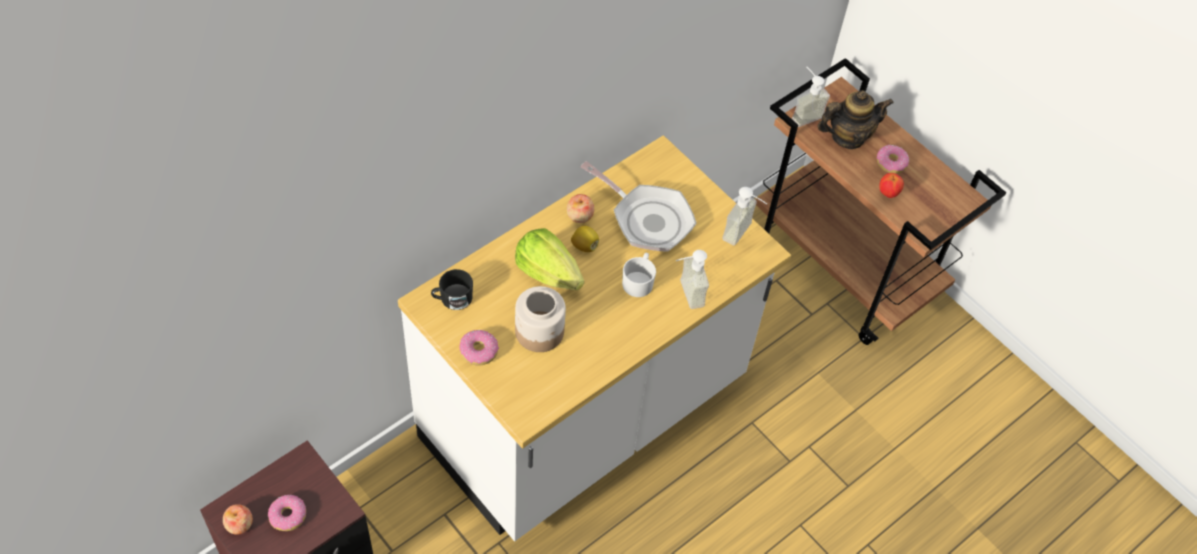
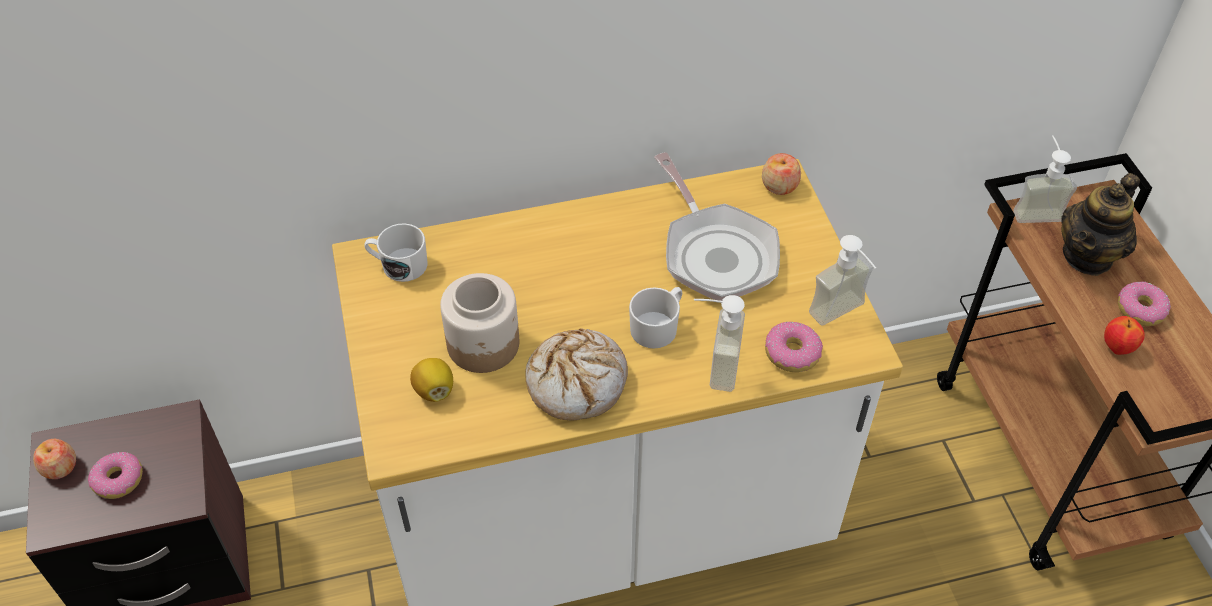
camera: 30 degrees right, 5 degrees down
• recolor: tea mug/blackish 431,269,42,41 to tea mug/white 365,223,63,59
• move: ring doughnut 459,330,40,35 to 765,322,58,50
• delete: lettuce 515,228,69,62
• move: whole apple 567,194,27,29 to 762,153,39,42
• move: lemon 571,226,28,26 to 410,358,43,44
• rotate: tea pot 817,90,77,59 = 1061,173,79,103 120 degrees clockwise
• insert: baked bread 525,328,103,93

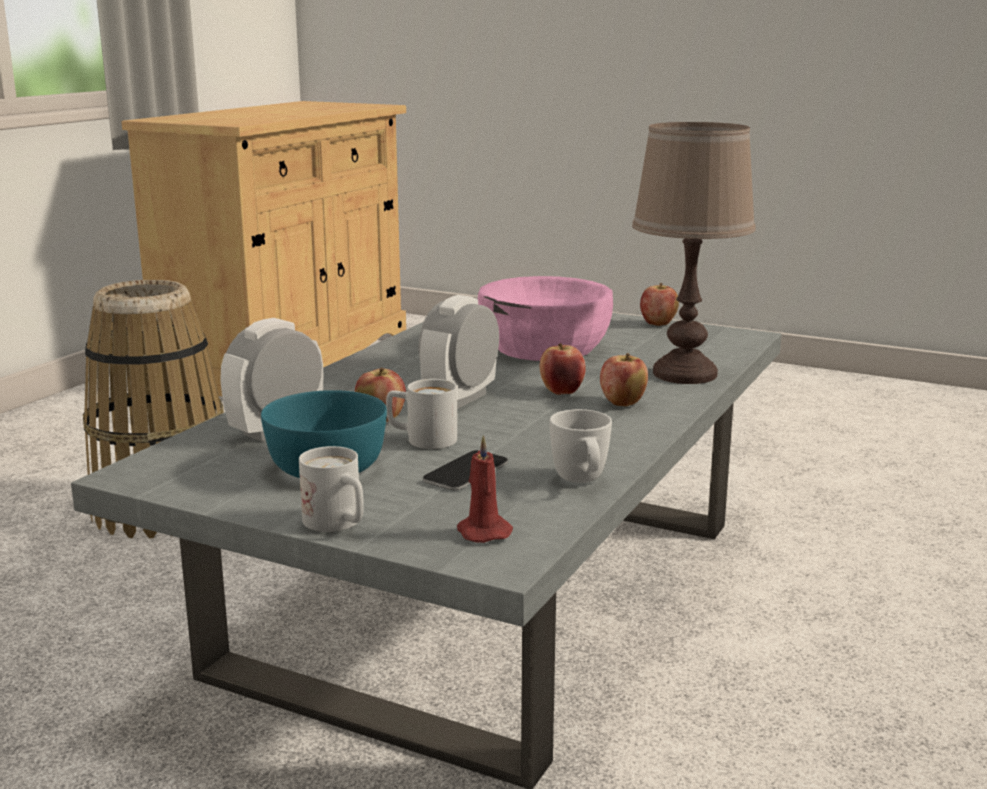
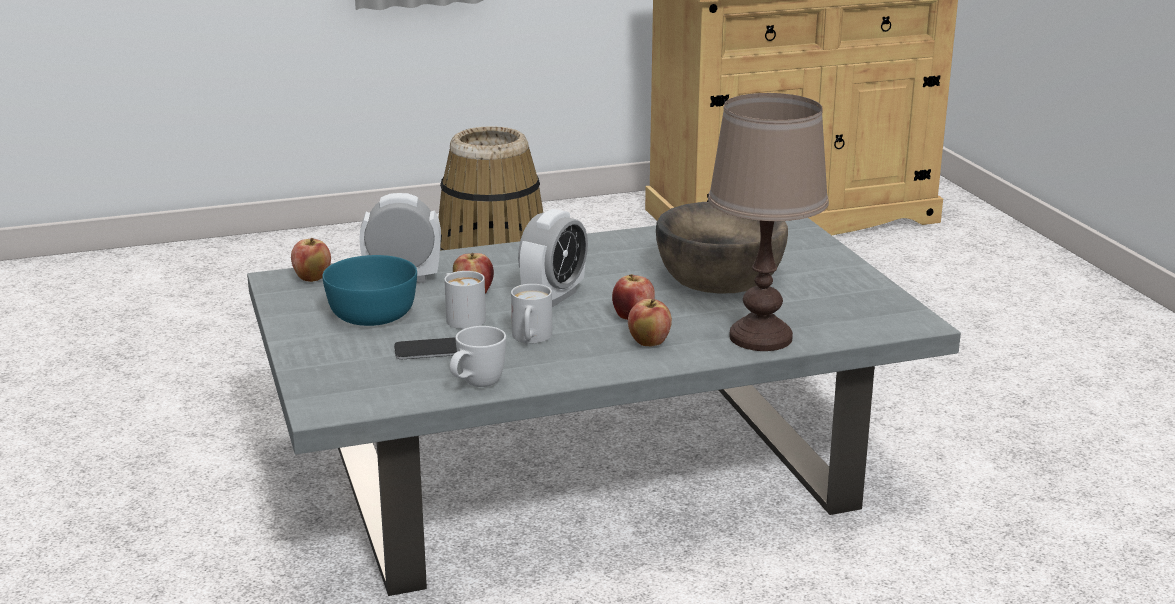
camera: 45 degrees right, 5 degrees up
• move: tea mug/white 299,446,65,86 to 511,284,41,59
• rotate: table clock 418,295,81,114 = 518,209,70,98 135 degrees clockwise
• delete: wax light/red-coloured 457,435,56,108
• recolor: bowl/pink 478,276,135,85 to bowl/brown 656,201,132,93
• move: whole apple 640,283,39,43 to 291,238,40,44

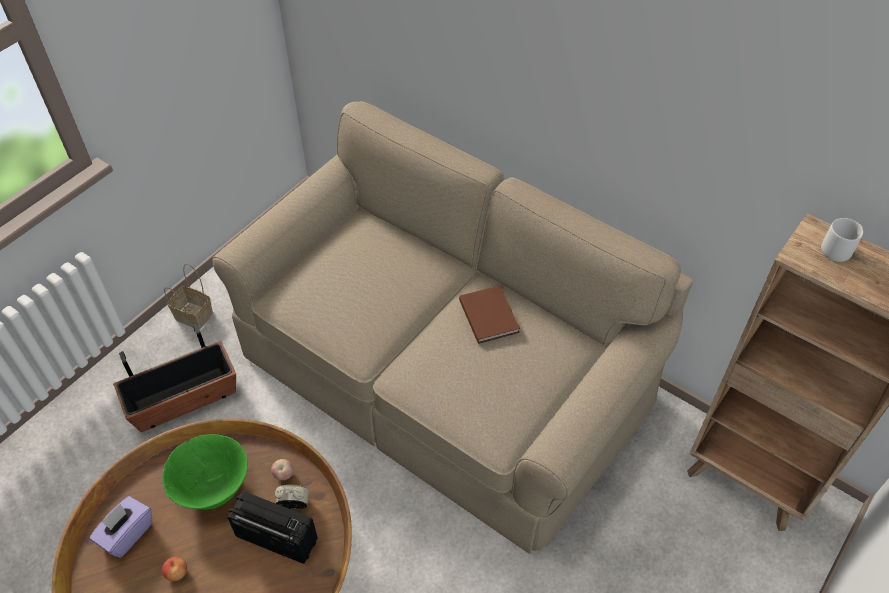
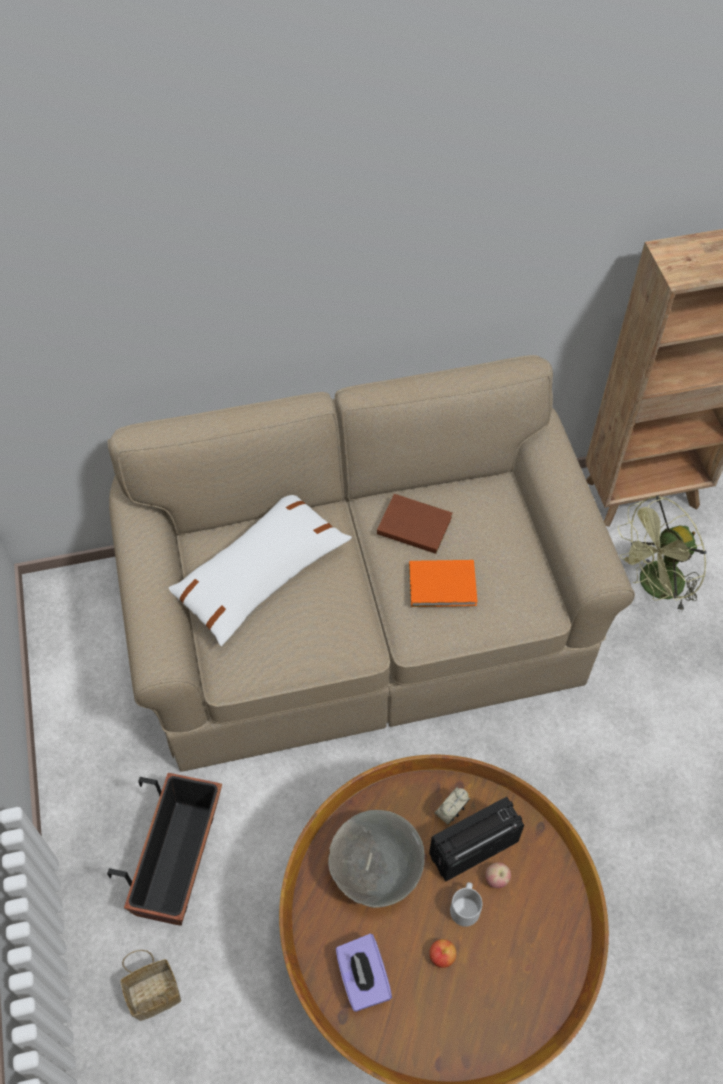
camera: 50 degrees left, 5 degrees up
• recolor: bowl/greenish 162,434,86,76 to bowl/grey 328,810,97,98
• move: storage basket 164,264,49,65 to 120,950,61,71
• move: whole apple 271,459,22,21 to 485,862,26,26
• move: tea mug/grey 821,218,42,44 to 450,882,32,45
• insert: pillow/white 169,495,183,151
• insert: bound book/orangey 409,560,69,47
• insert: electric fan/greenish 618,495,89,117

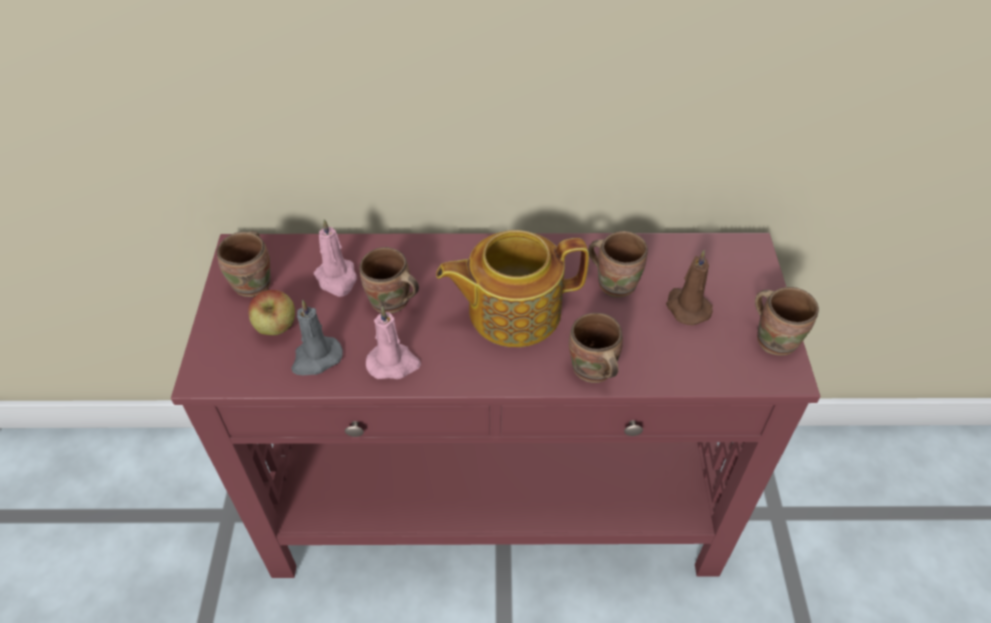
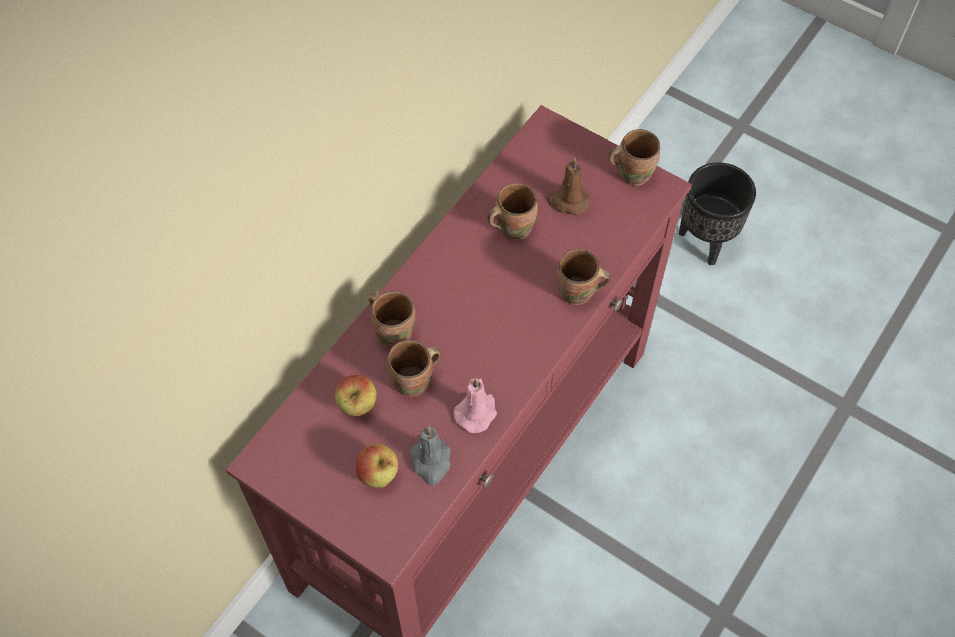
camera: 55 degrees left, 10 degrees up
• move: tea mug/brown 217,231,54,66 to 368,291,47,57
• replace: wax light/pink 314,219,43,78 to whole apple 335,375,42,41
• delete: tea pot 436,230,153,117
• insert: flower pot/blackish 679,162,77,103

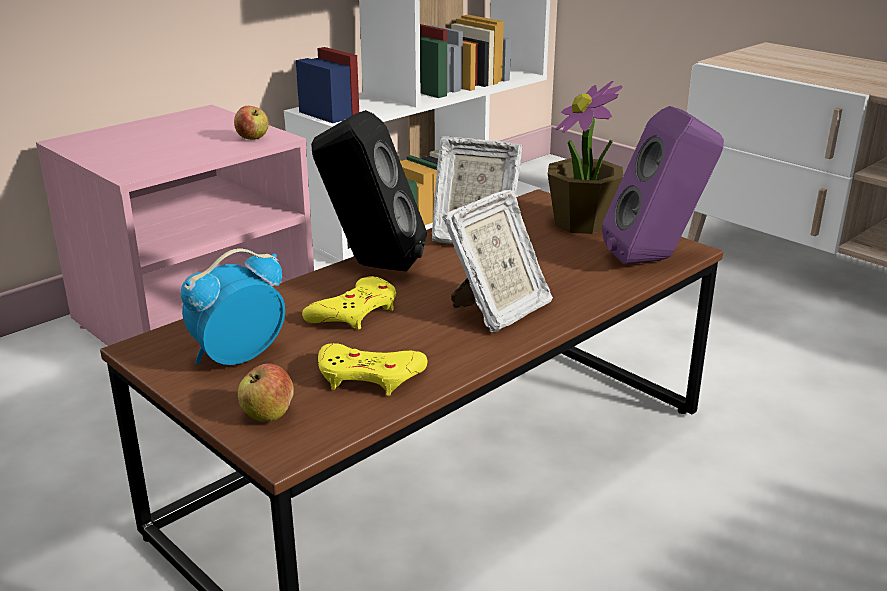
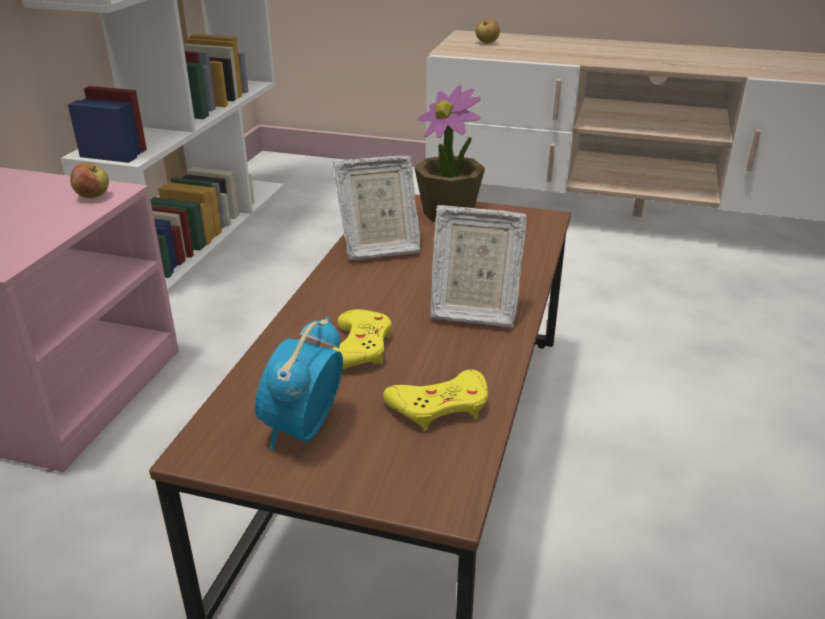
camera: 30 degrees left, 5 degrees up
• move: whole apple 238,364,56,58 to 476,18,24,26
• delete: audio speaker/blackish 311,110,115,162
• rotate: standing frame 442,190,111,143 = 430,205,97,122 90 degrees clockwise
• delete: audio speaker/purple-coloured 602,106,122,159

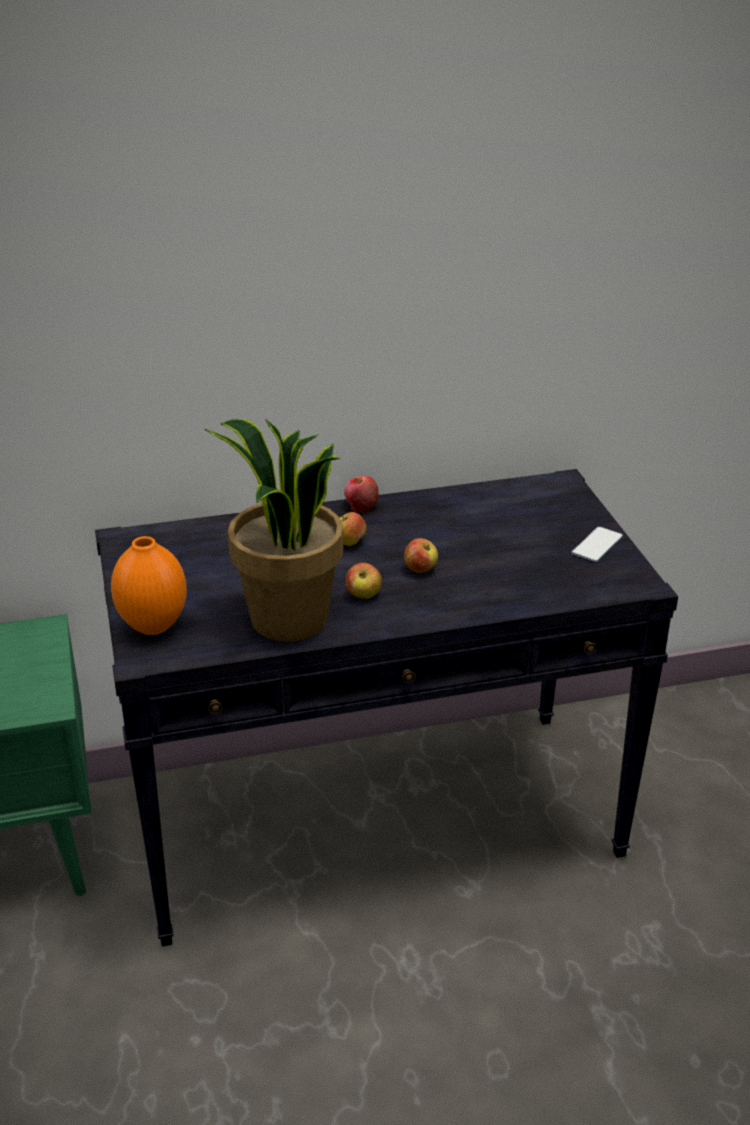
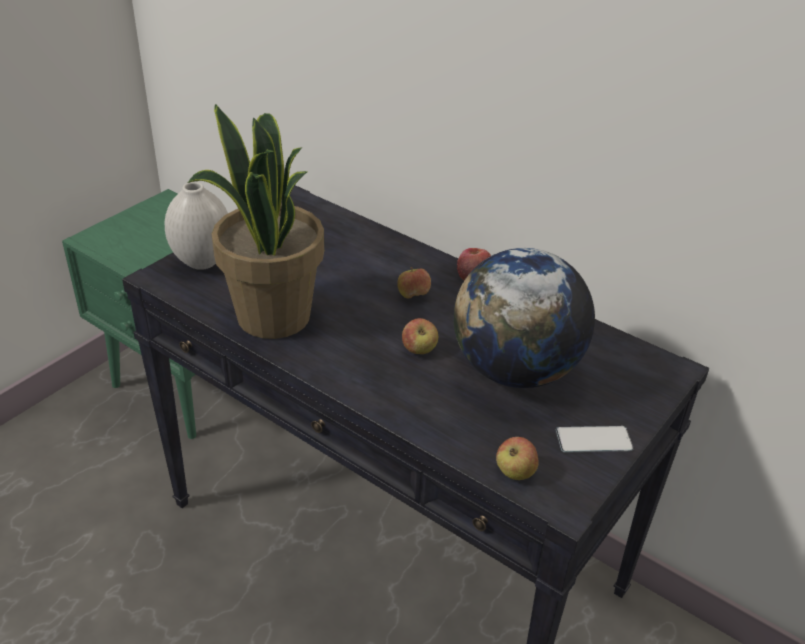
camera: 50 degrees right, 5 degrees up
• recolor: vase/orangey 111,536,76,99 to vase/white 165,182,63,88
• move: whole apple 345,563,37,36 to 496,437,43,43
• insert: world globe 453,248,142,140

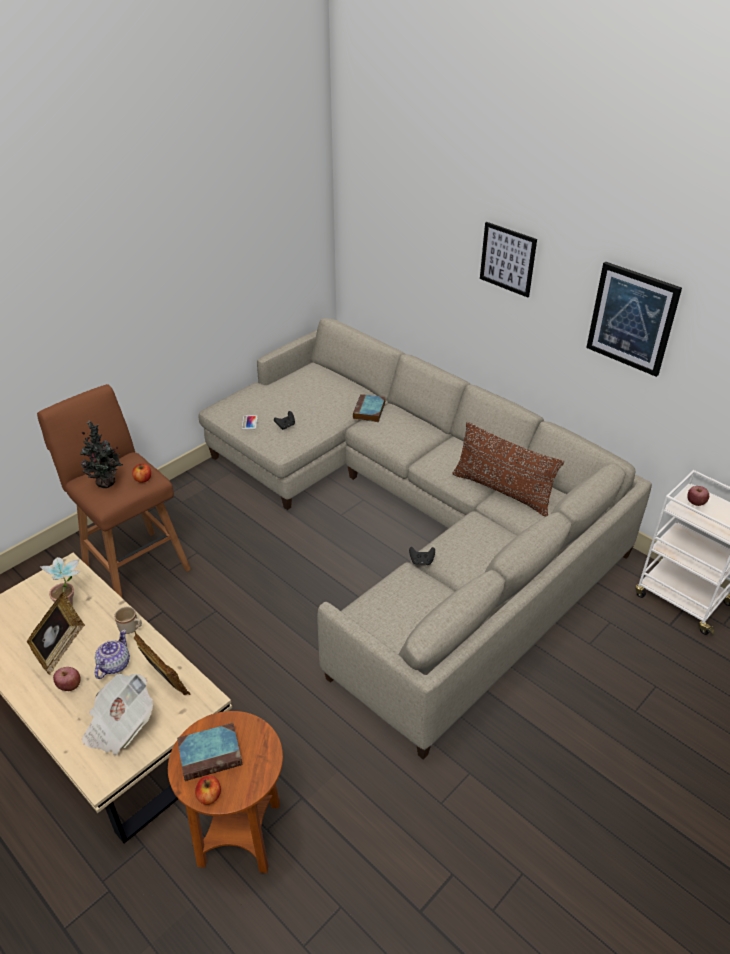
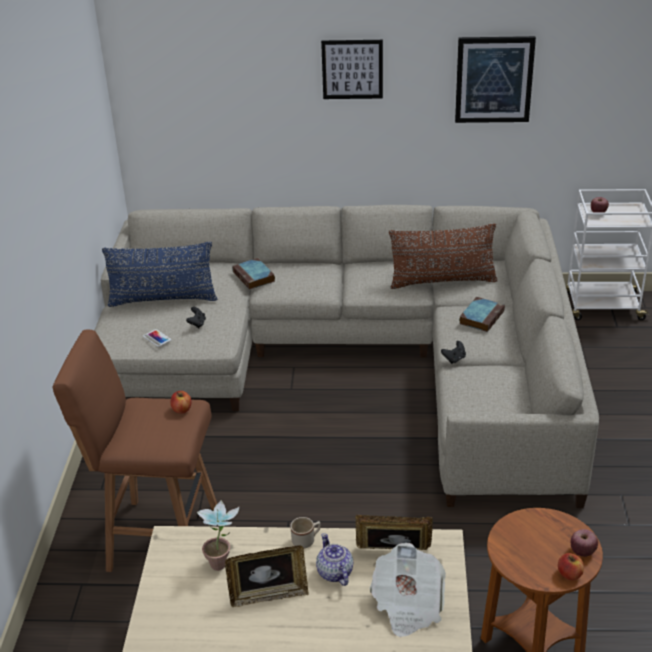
camera: 40 degrees left, 5 degrees down
• rotate: standing frame 27,592,58,83 = 225,545,83,62 105 degrees clockwise
• move: whole apple 53,667,28,24 to 571,529,27,28
• delete: houseplant 80,420,43,68
• move: bound book 177,723,66,58 to 459,297,46,35
• insert: pillow/blue-coloured 102,242,115,65

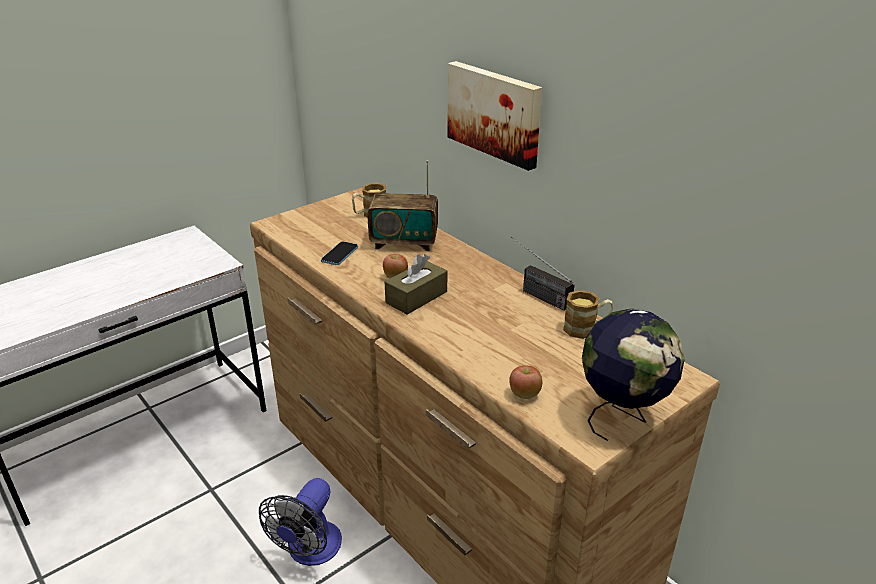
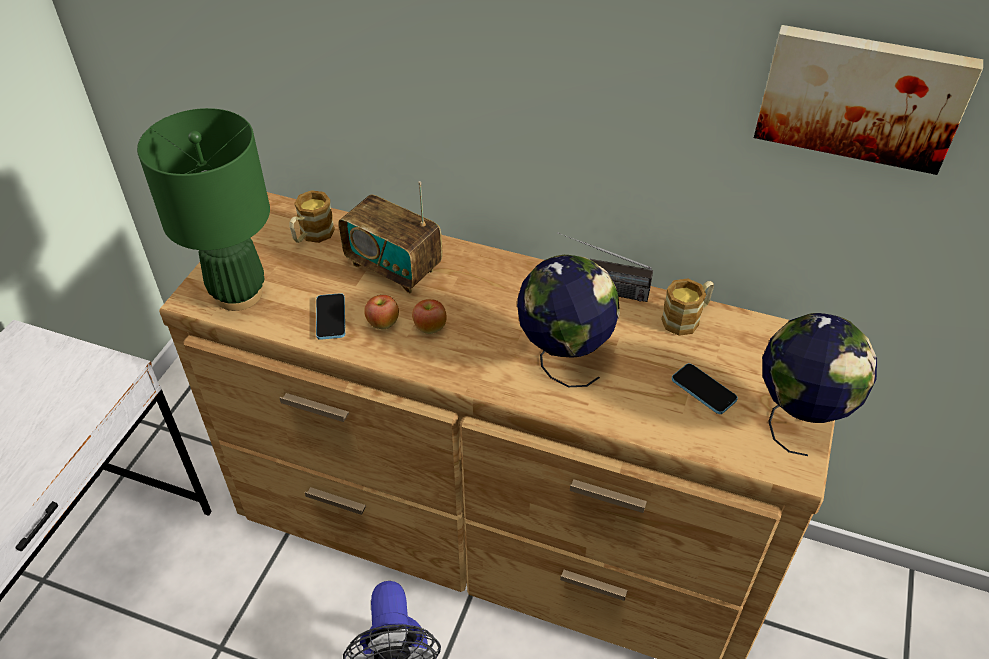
camera: 30 degrees left, 15 degrees up
• rotate: radio 367,160,71,91 = 339,181,104,112 60 degrees clockwise
• delete: box of tissues/brown 385,254,62,61
• move: wall picture 447,61,95,110 to 754,25,229,150
• move: whole apple 509,365,33,34 to 364,295,35,34
• insert: lamp for a table/greenish 137,108,133,203
• insert: world globe 517,255,103,132
• insert: telephone 672,363,66,51

